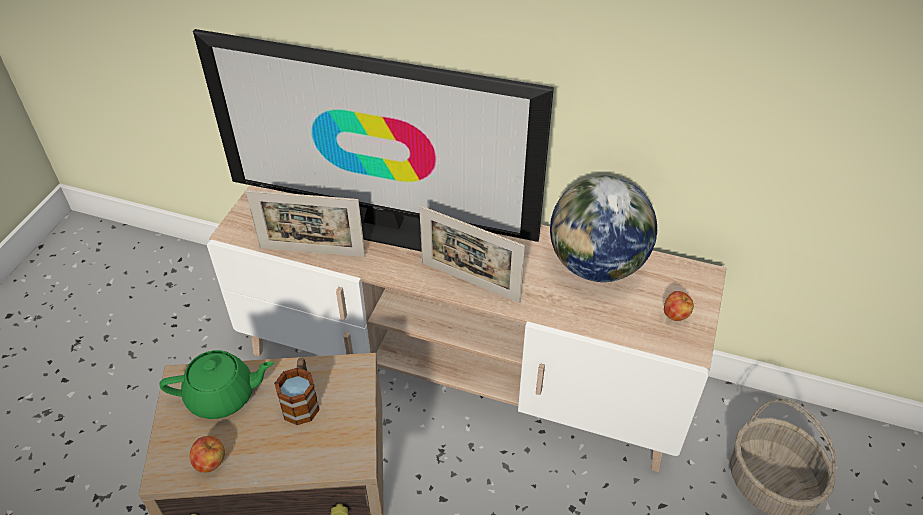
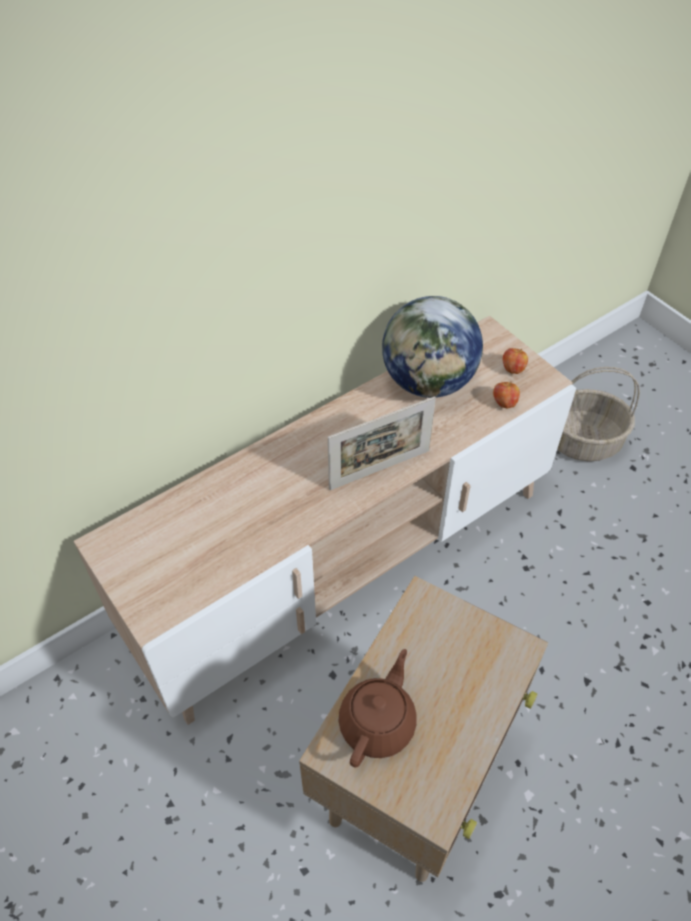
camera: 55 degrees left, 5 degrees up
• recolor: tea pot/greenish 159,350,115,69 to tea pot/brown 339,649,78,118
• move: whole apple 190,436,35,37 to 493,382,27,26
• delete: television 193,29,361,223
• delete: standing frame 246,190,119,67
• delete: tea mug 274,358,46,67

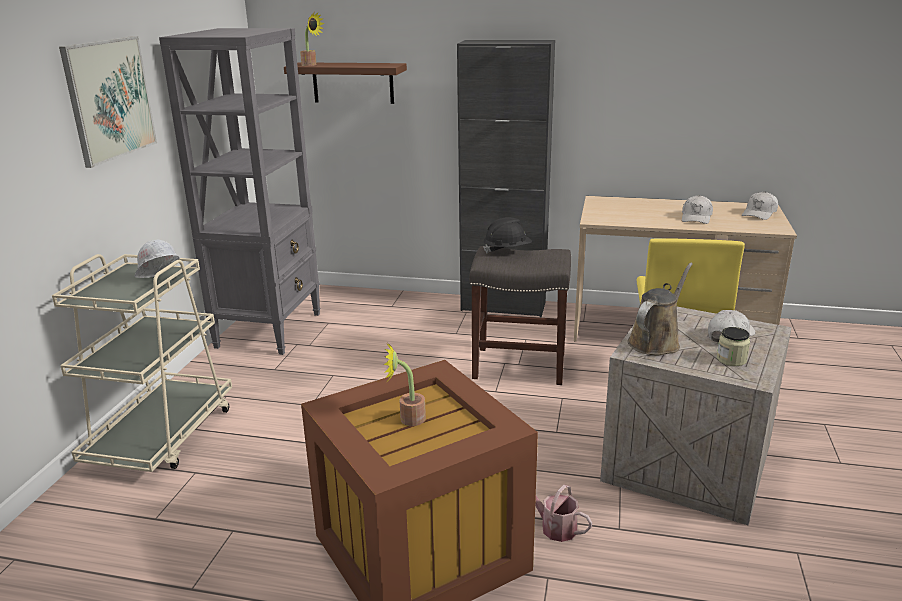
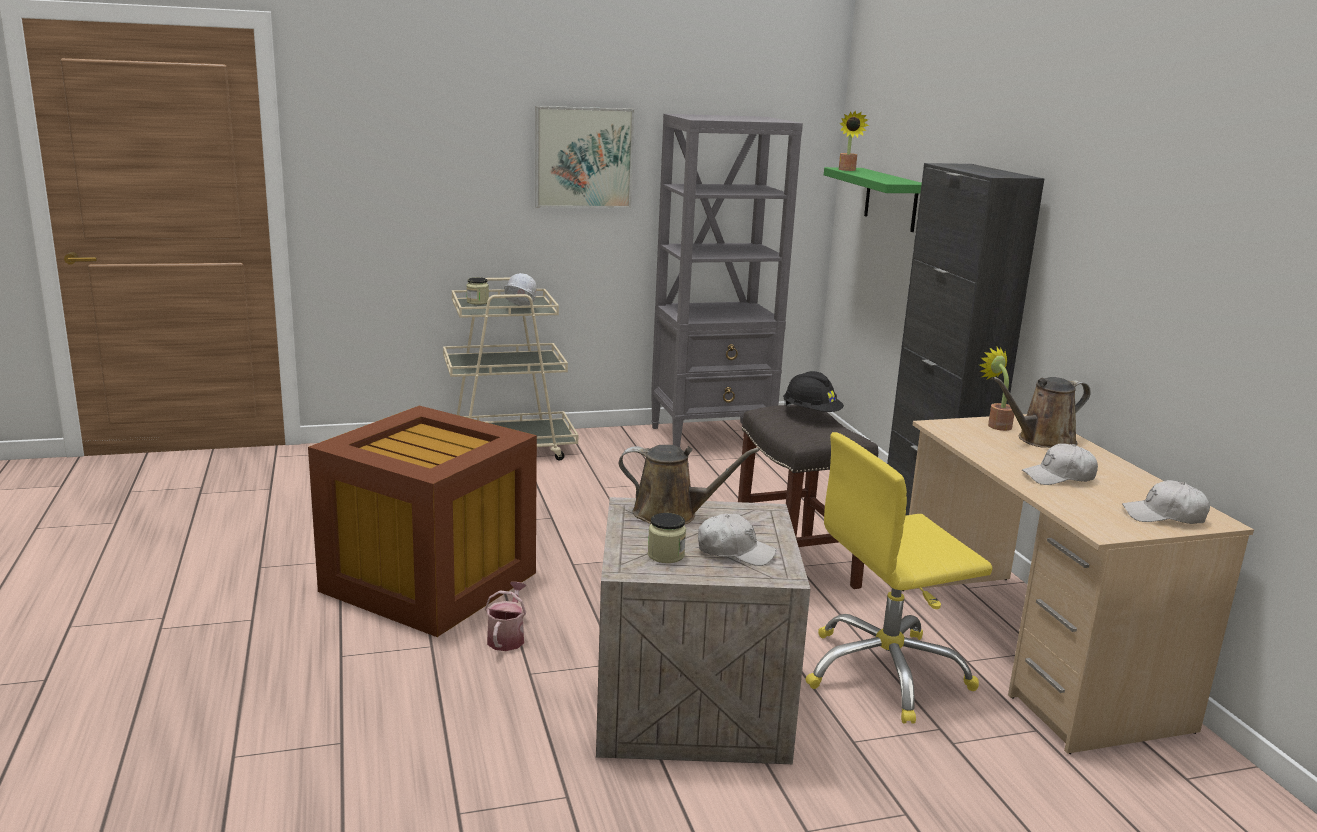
camera: 60 degrees right, 5 degrees down
• recolor: shelf/brown 284,62,123,42 to shelf/greenish 824,167,98,65
• move: houseplant 384,342,42,84 to 979,346,35,85
• insert: jar 466,277,23,28
• insert: watering can/brown 992,377,99,71

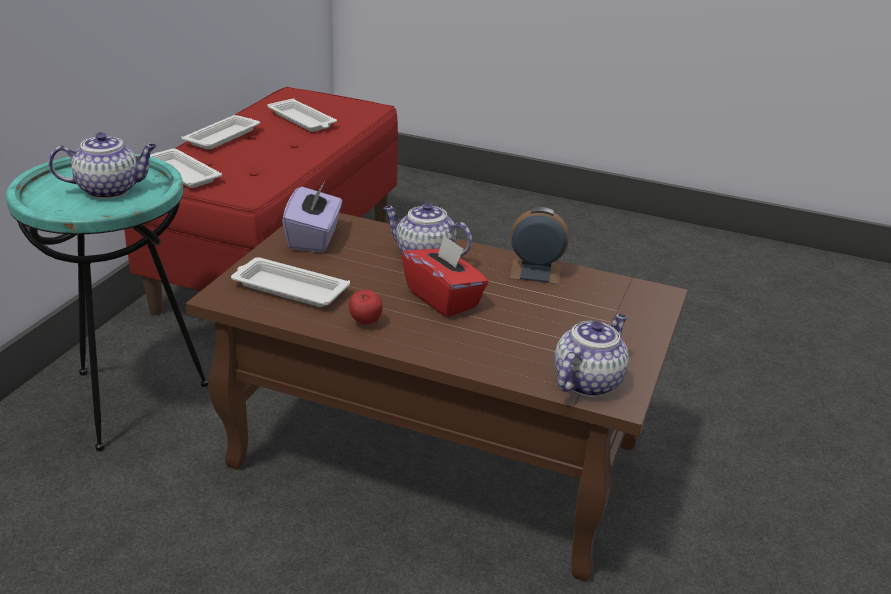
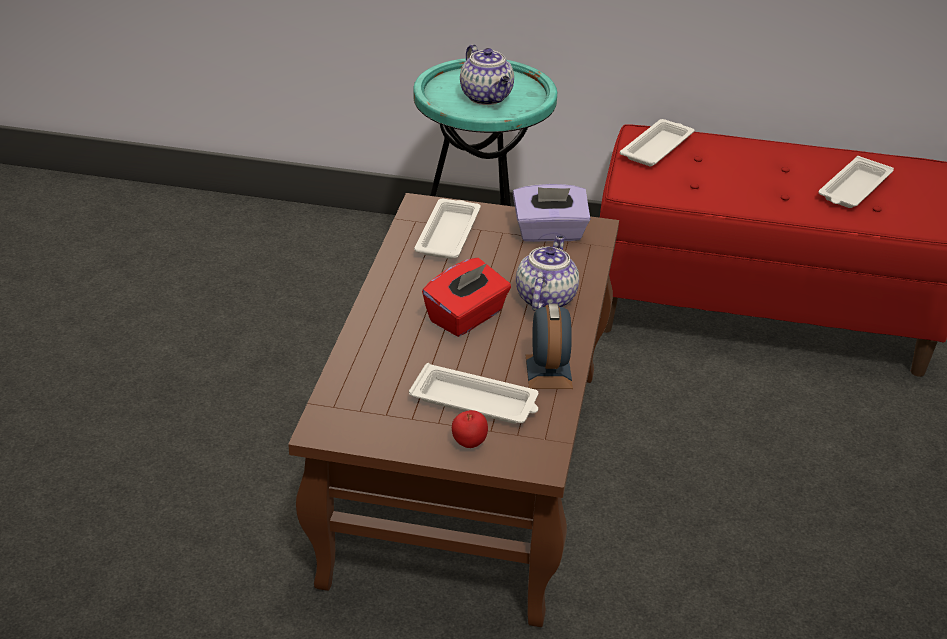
camera: 80 degrees right, 5 degrees up
• move: tray/white 181,115,79,35 to 409,363,130,61
• move: whole apple 349,290,34,35 to 452,410,36,38
• delete: tea pot 554,314,75,83

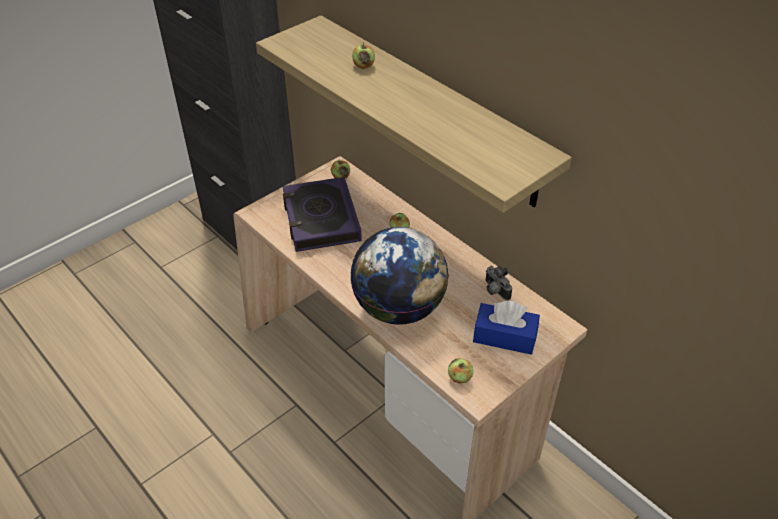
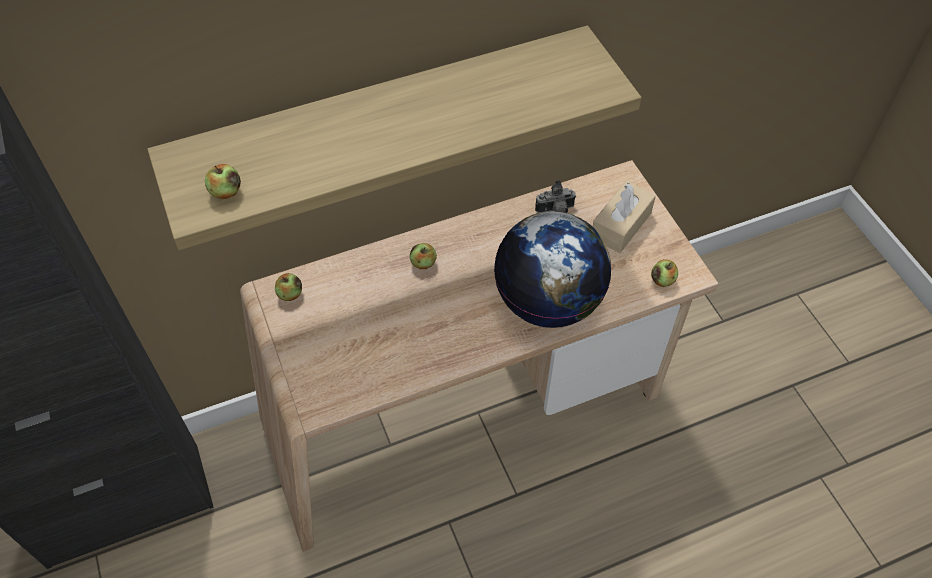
camera: 70 degrees left, 10 degrees up
• delete: bound book 282,177,80,75
• move: whole apple 352,42,23,27 to 205,164,36,35
• recolor: box of tissues/blue-coloured 473,301,67,54 to box of tissues/sand-coloured 593,181,63,72

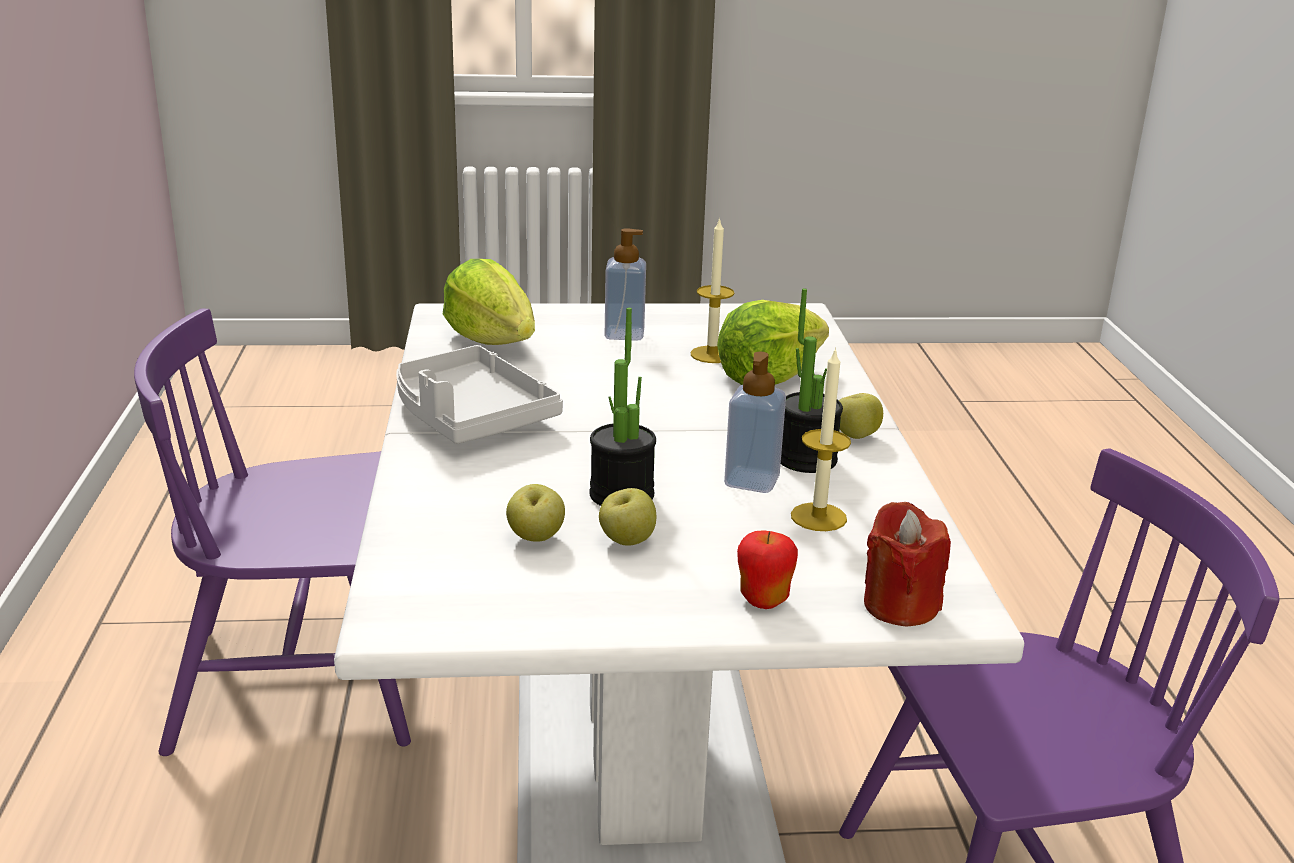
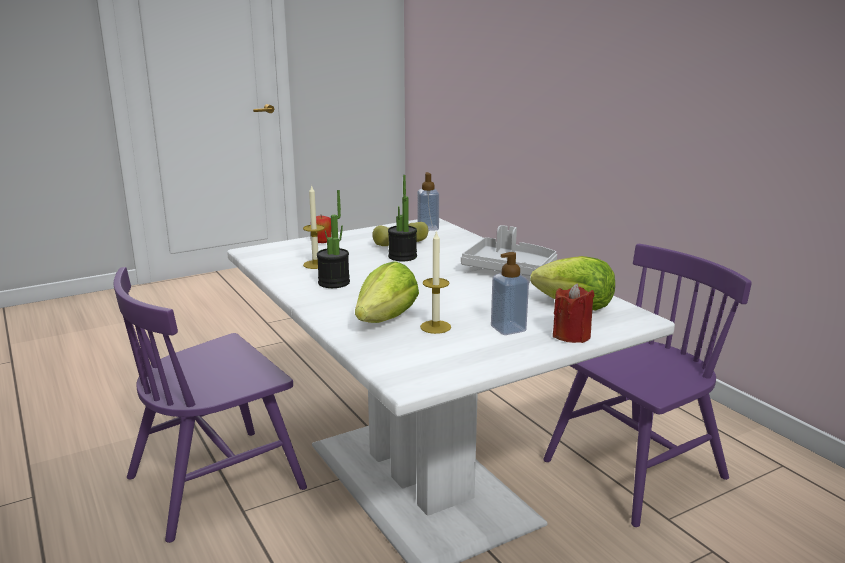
camera: 155 degrees right, 5 degrees down
• move: soap bottle 724,352,62,141 to 417,172,22,59
• delete: whole apple 839,393,44,46
• move: wax light/red-coloured 864,502,87,125 to 553,283,41,60

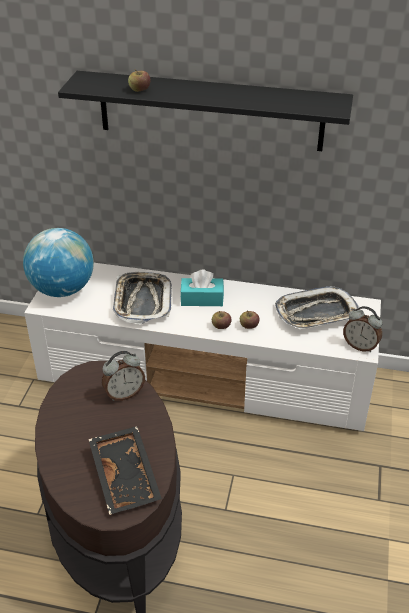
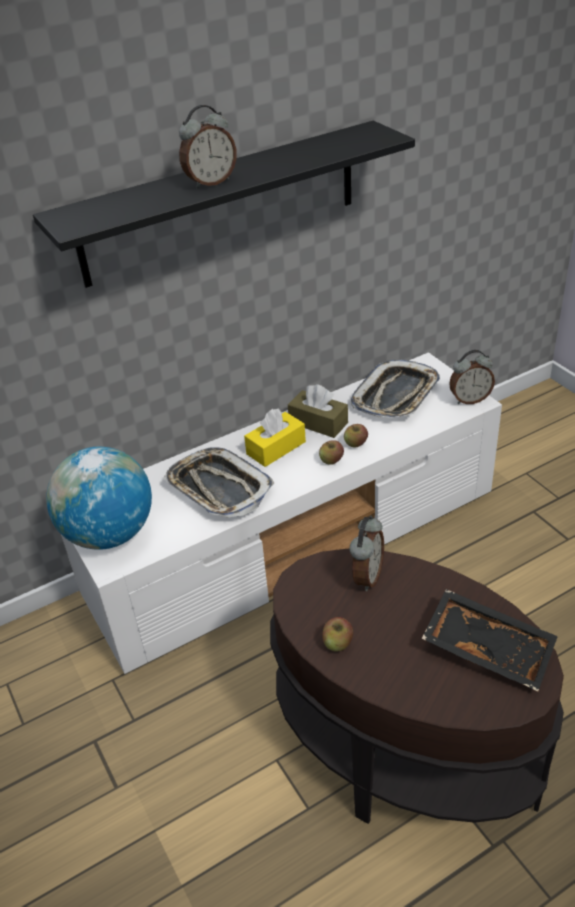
camera: 40 degrees left, 0 degrees up
• move: whole apple 128,69,23,23 to 322,617,31,35
• recolor: box of tissues/blue-green 181,270,43,36 to box of tissues/yellow 244,409,62,58
• insert: table clock 179,105,58,84
• insert: box of tissues/brown 288,384,60,54

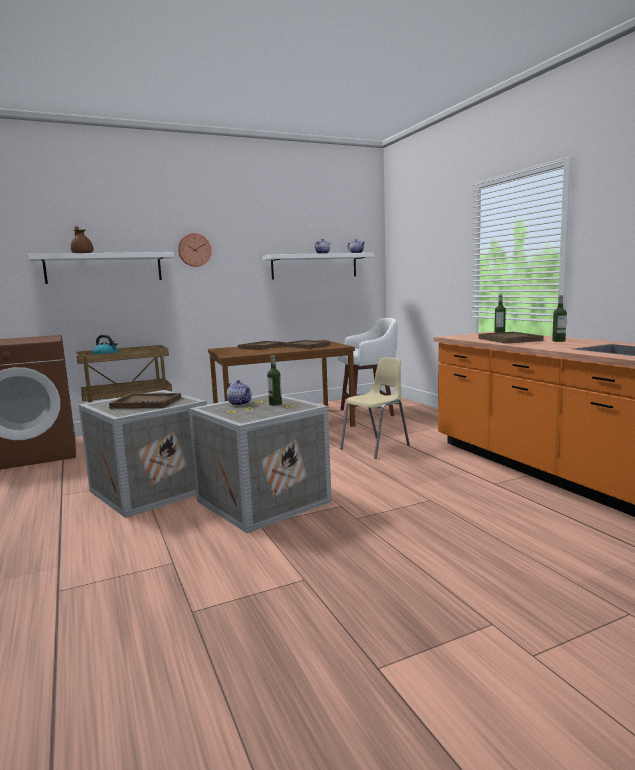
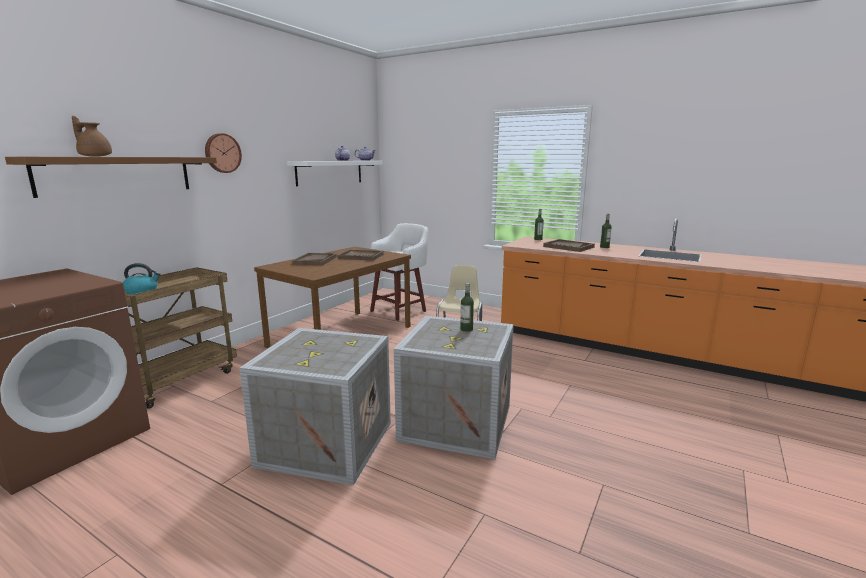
camera: 35 degrees left, 5 degrees up
• recolor: shelf/white 28,252,146,32 to shelf/brown 5,157,212,41
• delete: tray/brown 109,393,72,16
• delete: tea pot 227,380,25,26

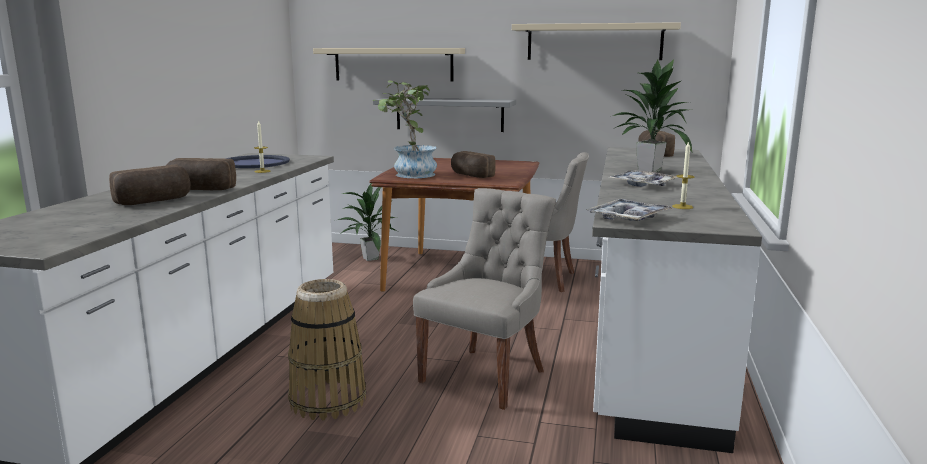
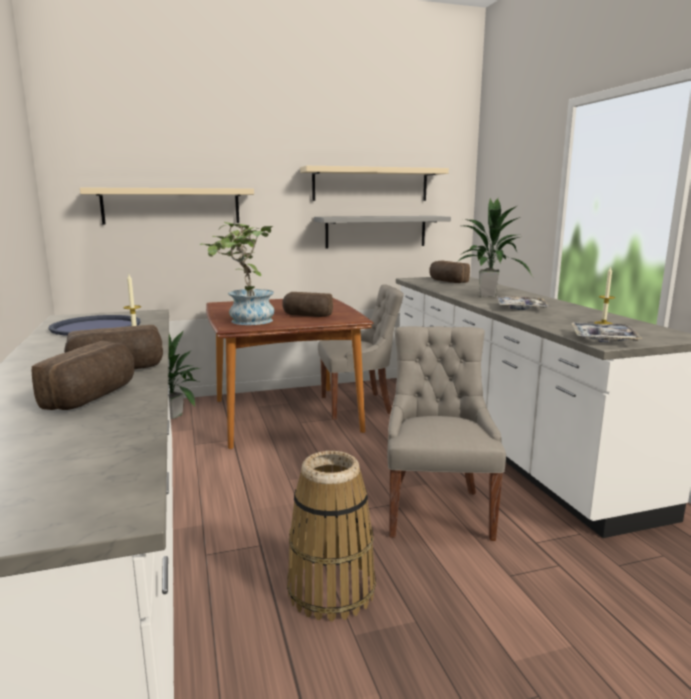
camera: 30 degrees left, 0 degrees up
• move: shelf/grey 373,97,143,35 to 314,216,137,33

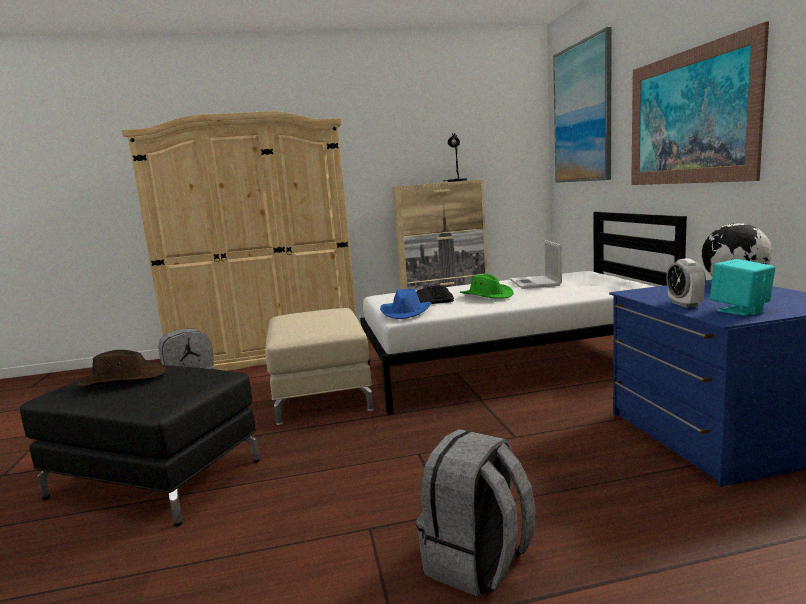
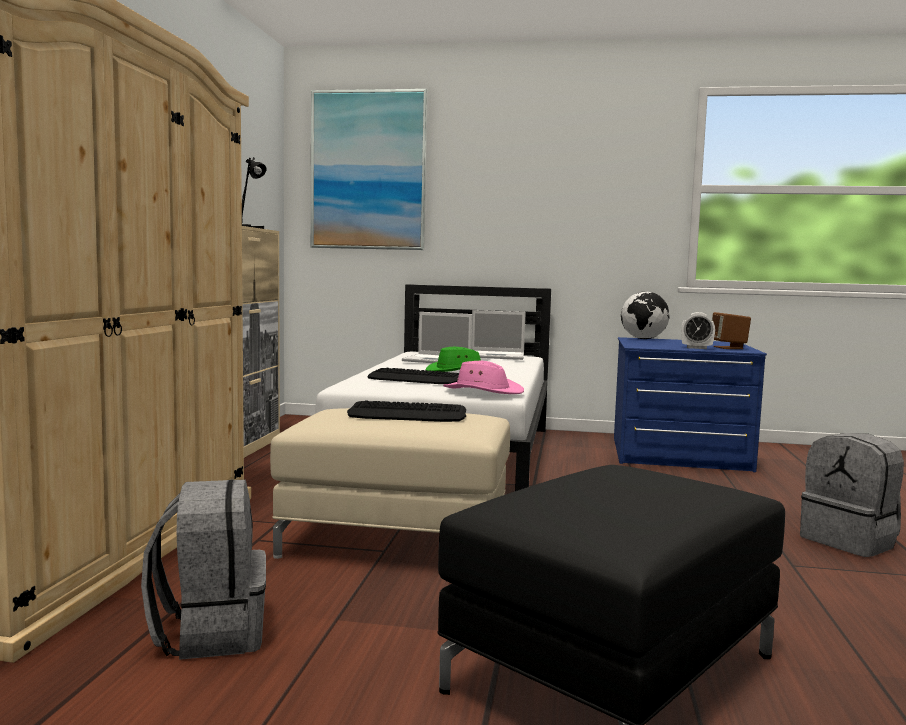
camera: 70 degrees left, 5 degrees down
• delete: wearable hat/brown 77,350,90,37
• recolor: wearable hat/blue-coloured 380,289,52,30 to wearable hat/pink 443,361,81,33
• delete: wall picture 631,21,138,164
• recolor: audio speaker/blue-green 710,259,65,57 to audio speaker/brown 712,312,39,37
• insert: PC keyboard 347,401,119,21
• insert: laptop 472,310,54,50

